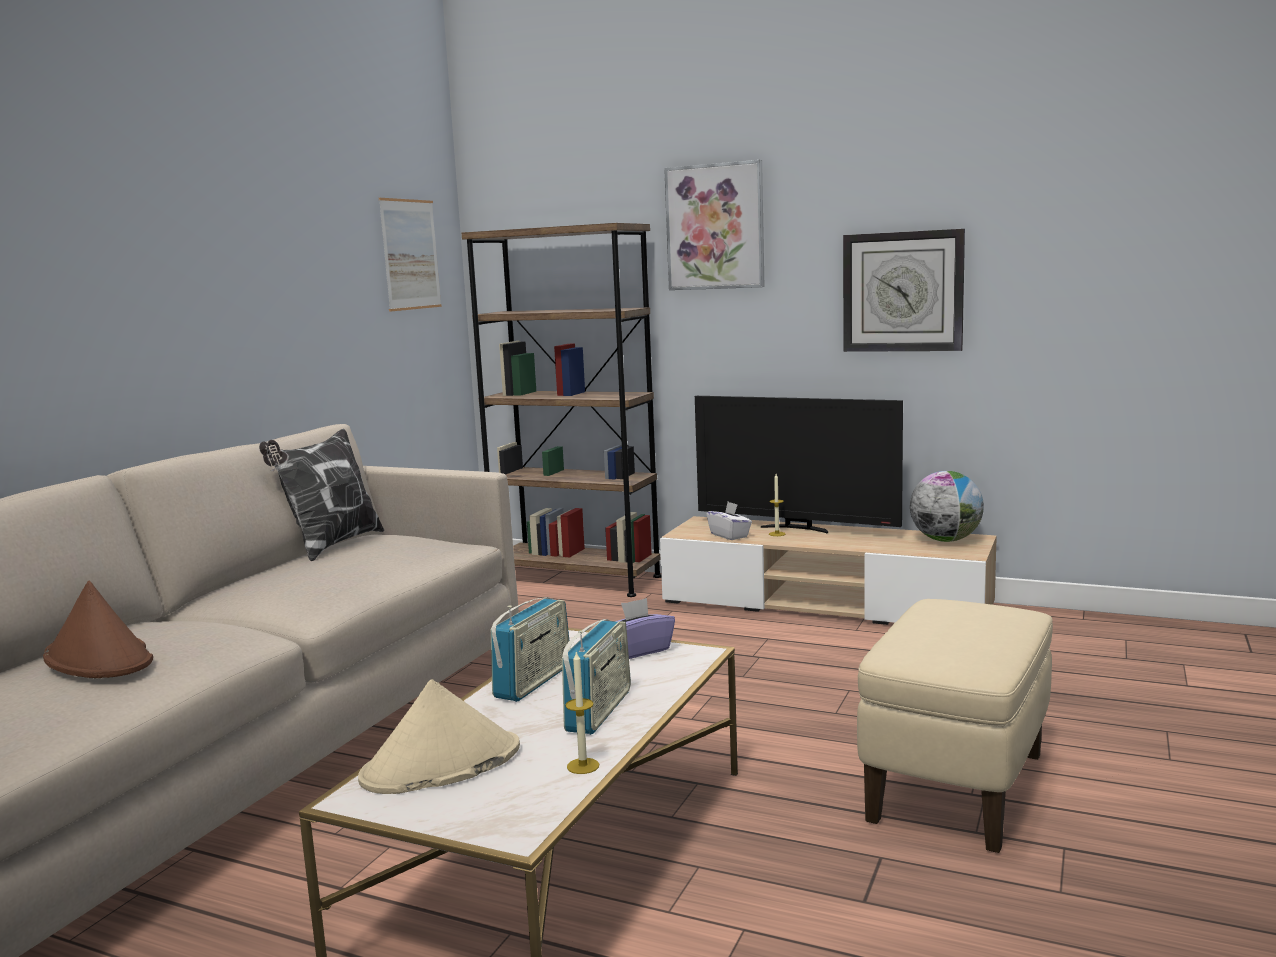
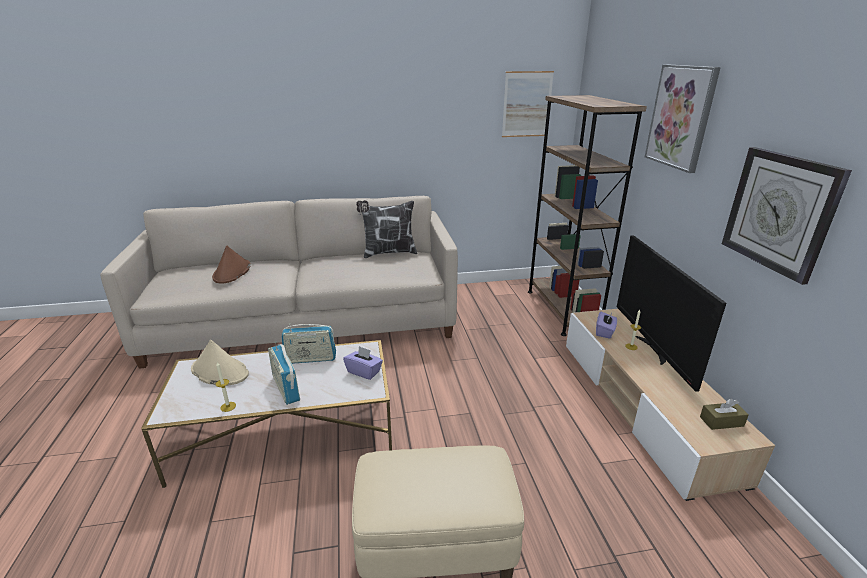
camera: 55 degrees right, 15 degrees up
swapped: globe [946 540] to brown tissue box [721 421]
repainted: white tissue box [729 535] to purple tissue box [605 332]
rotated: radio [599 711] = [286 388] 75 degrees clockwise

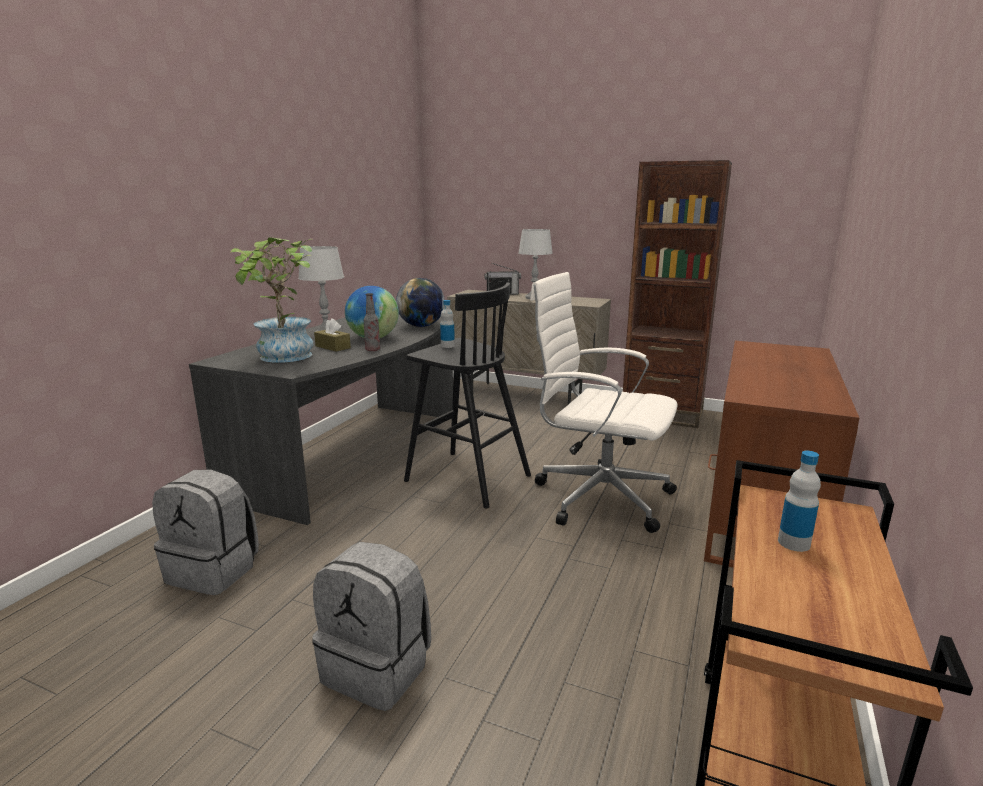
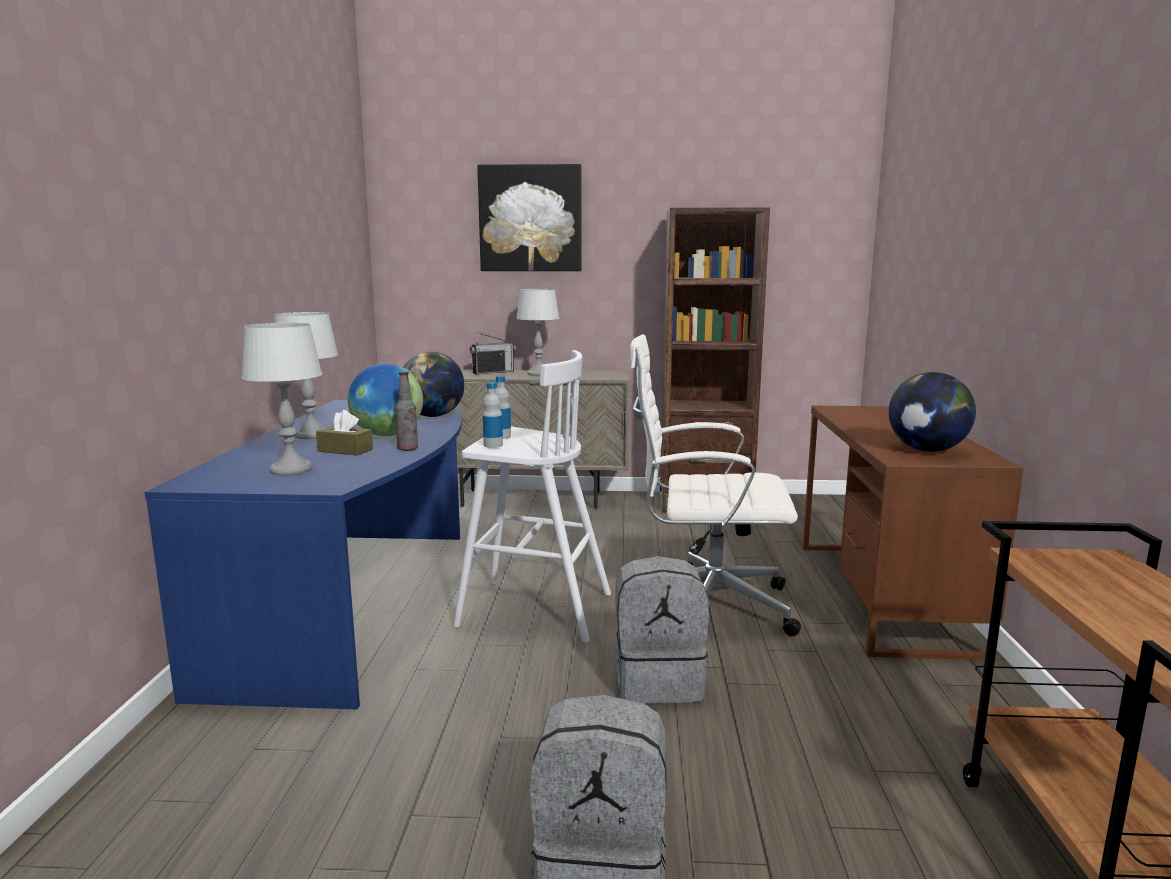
camera: 20 degrees left, 5 degrees down
new: picture [530 218]; globe [927 450]
shifted: grey backpack [215 570] to [658 681]; bottle [793 543] to [493 445]
swapped: potted plant [283 358] to grey table lamp [291 470]
repainted: grey desk [358 454] to blue desk [361 602]; black stool [465 478] to white stool [532 610]

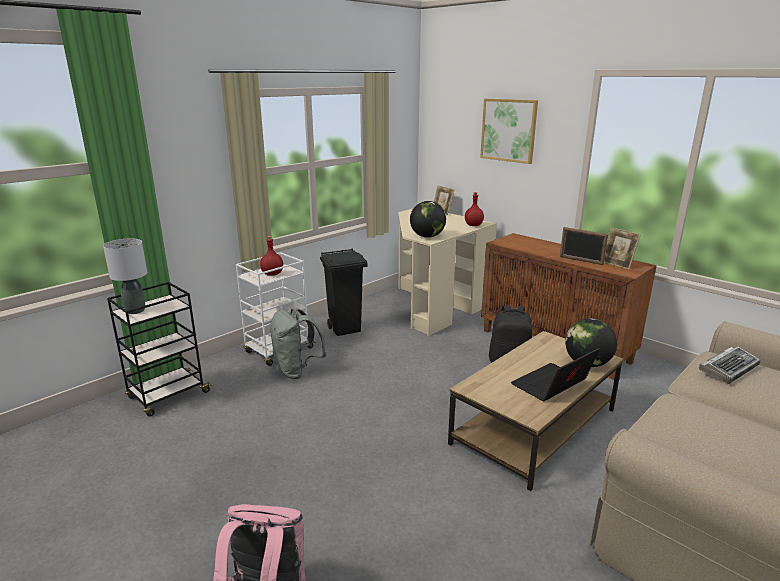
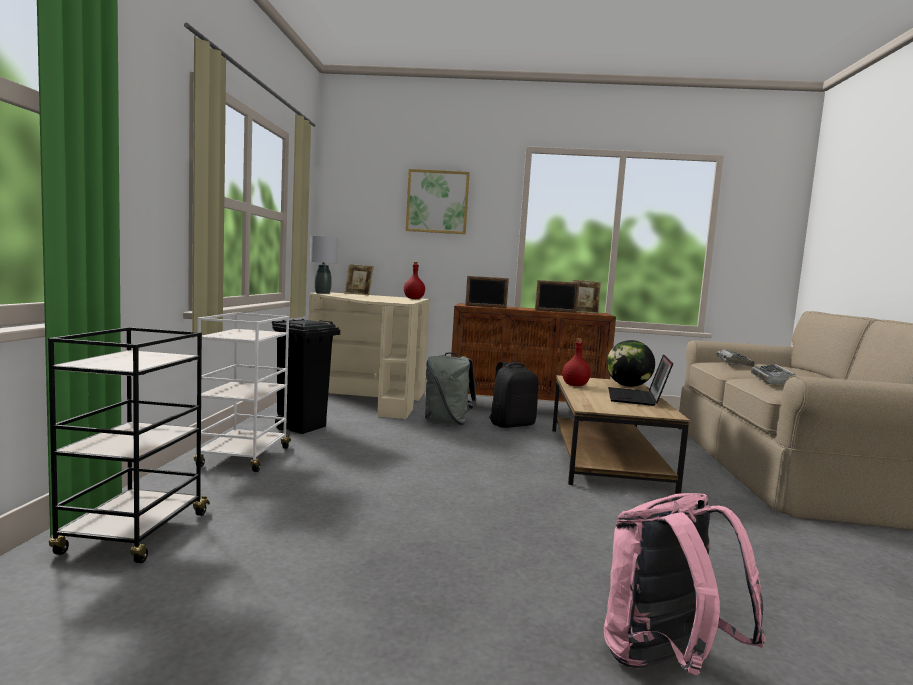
camera: 40 degrees left, 15 degrees down
gone: globe [427 236]
new: picture frame [486 306]; keyboard [775 380]
shifted: grey table lamp [136 310] to [322 293]; red bottle [273 274] to [574 385]; grey backpack [297 370] to [447 422]

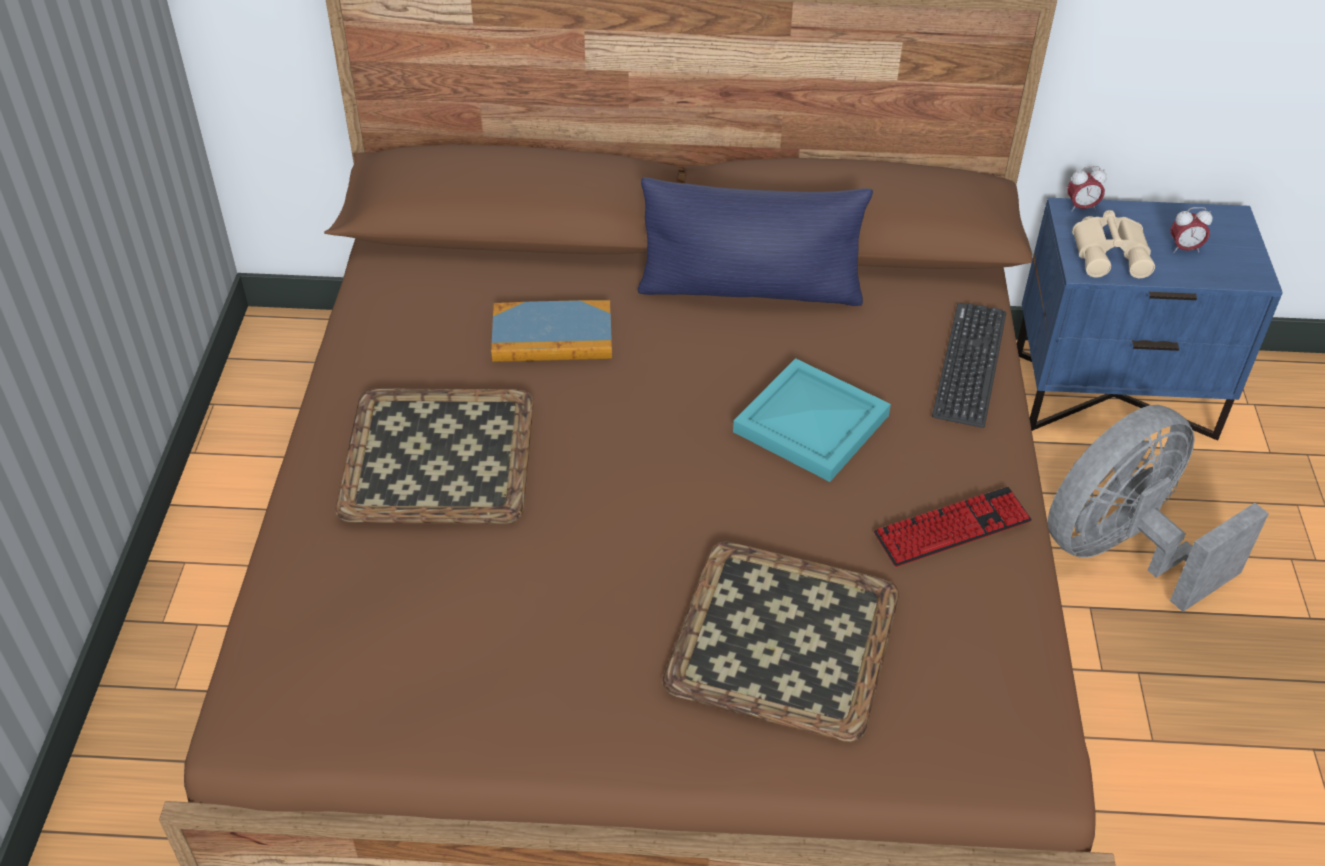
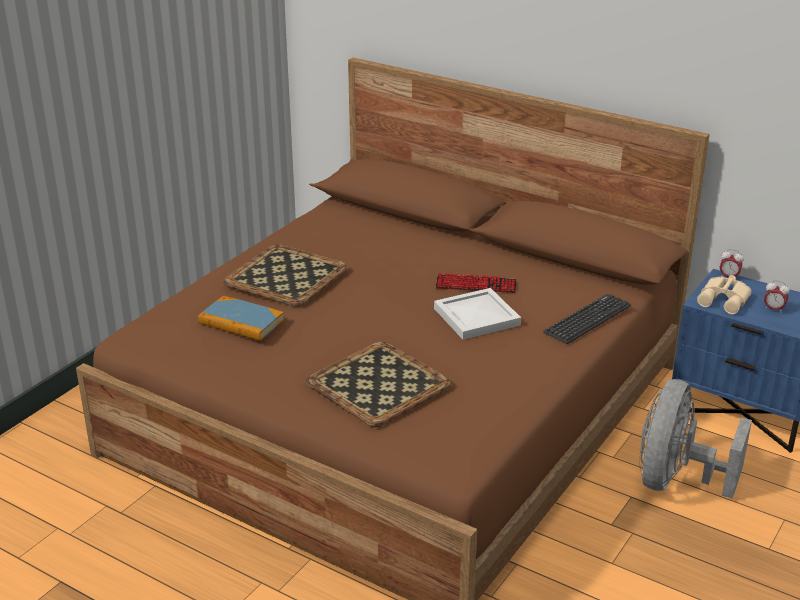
camera: 30 degrees right, 15 degrees down
gone: blue pillow [750 289]
shifted: book [552 337] to [241 322]; keyboard [952 528] to [476 285]
repainted: turquoise tray [810 421] to white tray [477 316]
rotated: grey fan [1122 551] = [676 480] 60 degrees counterclockwise

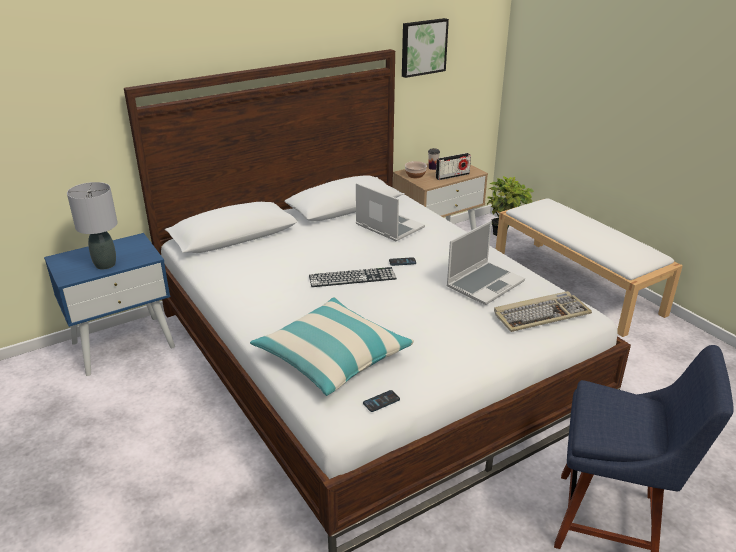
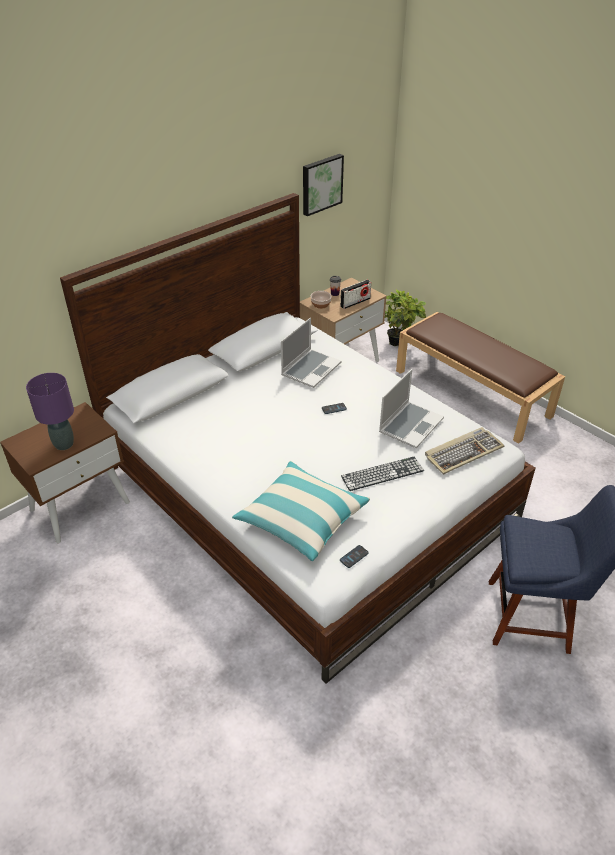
camera: 10 degrees left, 10 degrees up
shifted: keyboard [352 277] to [382 473]
repainted: blue nightstand [124 344] to brown nightstand [80 505]; grey table lamp [105 264] to purple table lamp [63 444]; white bench [577 285] to brown bench [472 393]
rotated: laptop [388 226] = [311 369] 90 degrees clockwise

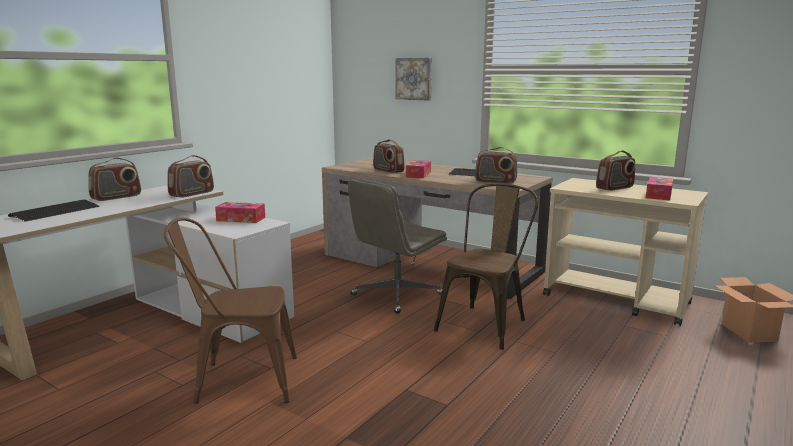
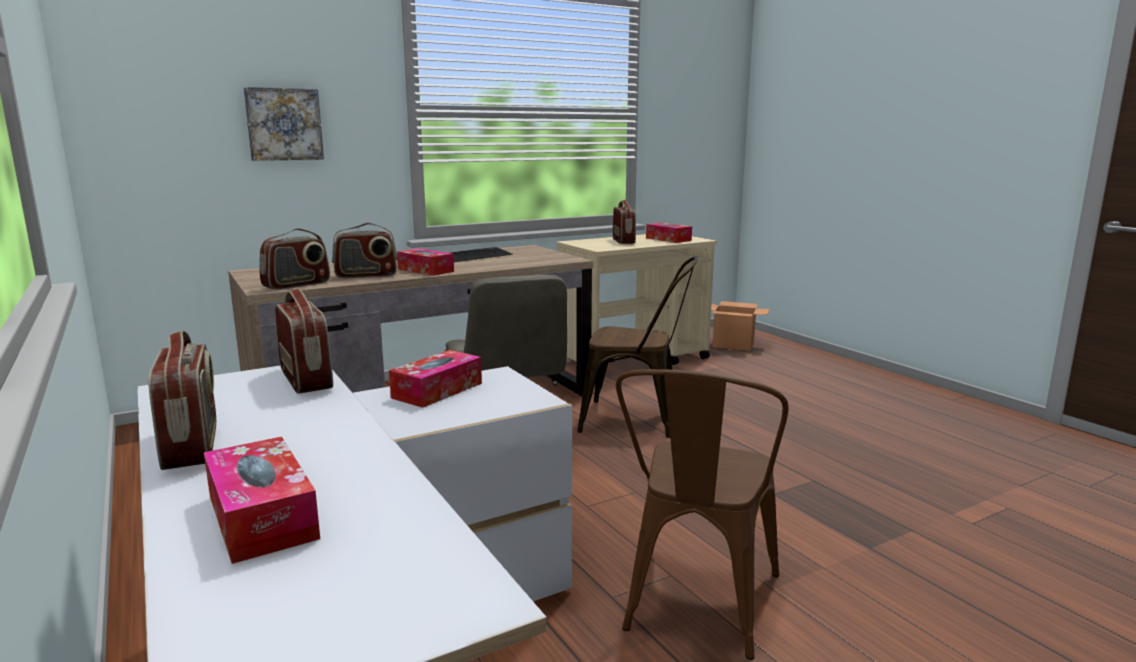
camera: 65 degrees left, 0 degrees up
shifted: radio [495 181] to [296 285]
swapped: keyboard [56 212] to tissue box [262 516]
rotated: brown chair [486 323] = [638 420] 135 degrees clockwise

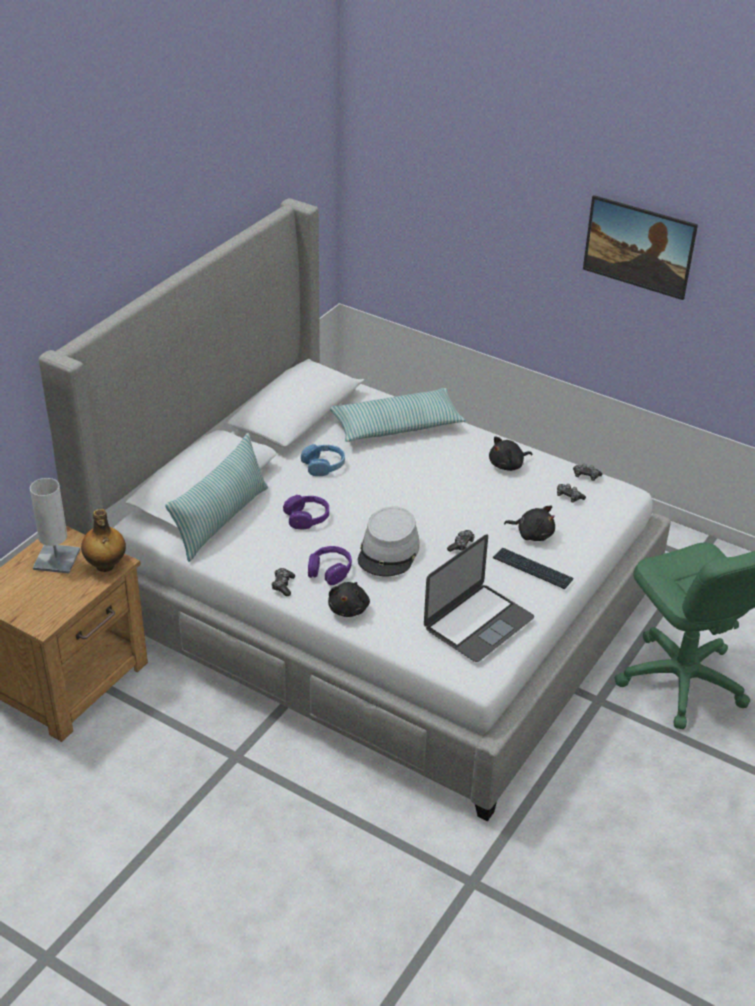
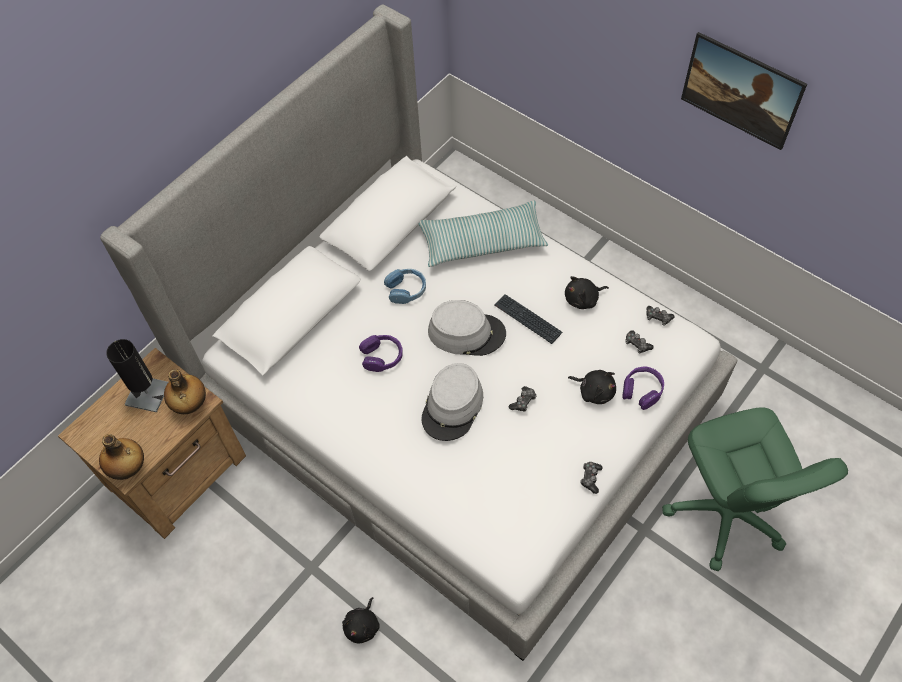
camera: 10 degrees right, 20 degrees up
gone: pillow [221 520]; laptop [478 622]
new: bottle [129 469]; grey hat [466 332]
shifted: game controller [283 585] to [590 478]; purple headphones [330 570] to [642 390]; black plush toy [349 608] to [363 625]; keyboard [532 569] to [527 319]
repainted: white table lamp [56 559] to black table lamp [147 394]

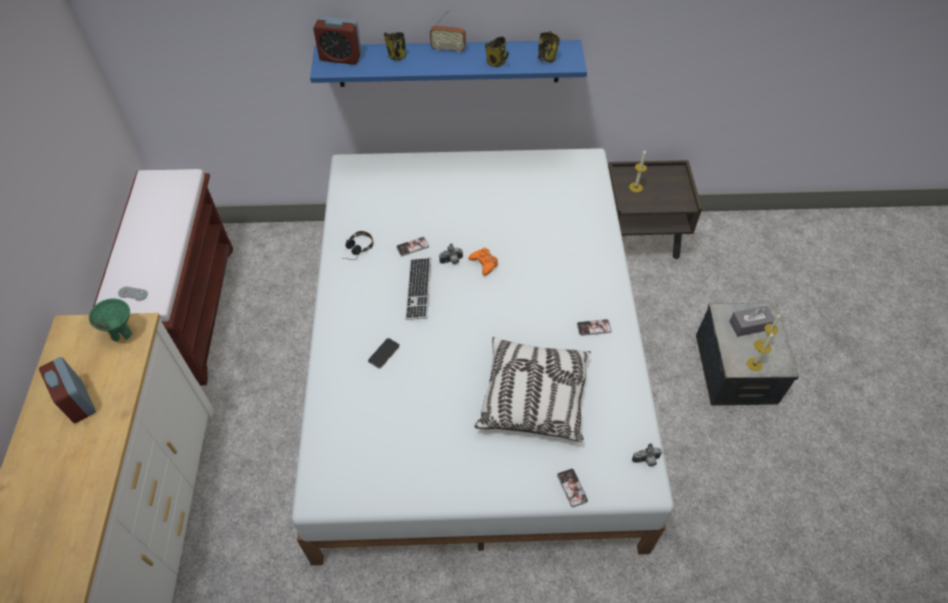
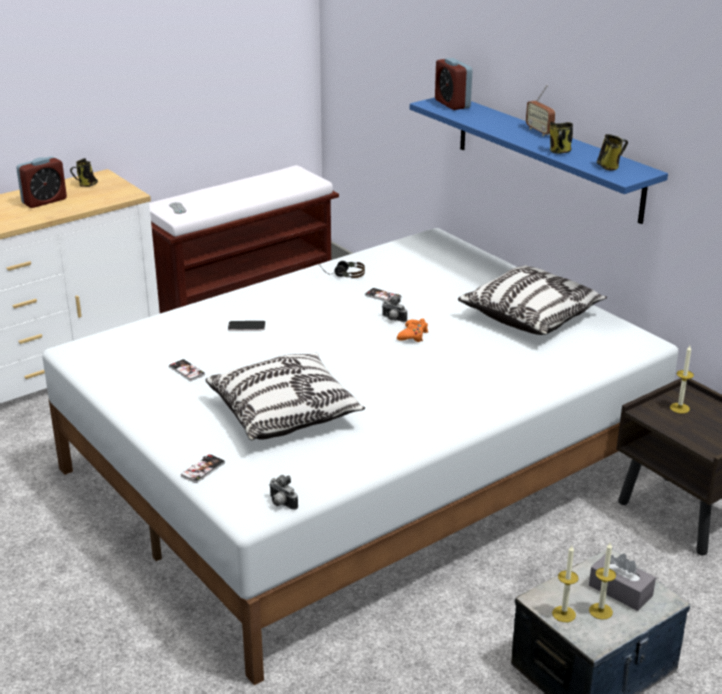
camera: 55 degrees right, 25 degrees down
gone: green bowl [122 334]; keyboard [418 289]
new: pillow [531 316]
shifted: mug [397 56] to [86 185]; phone [594 328] to [187 371]
rotated: alarm clock [78 402] = [44 201] 150 degrees counterclockwise

